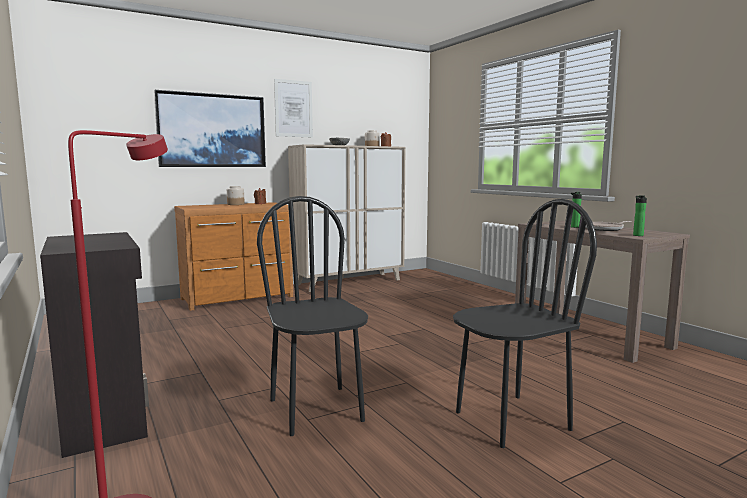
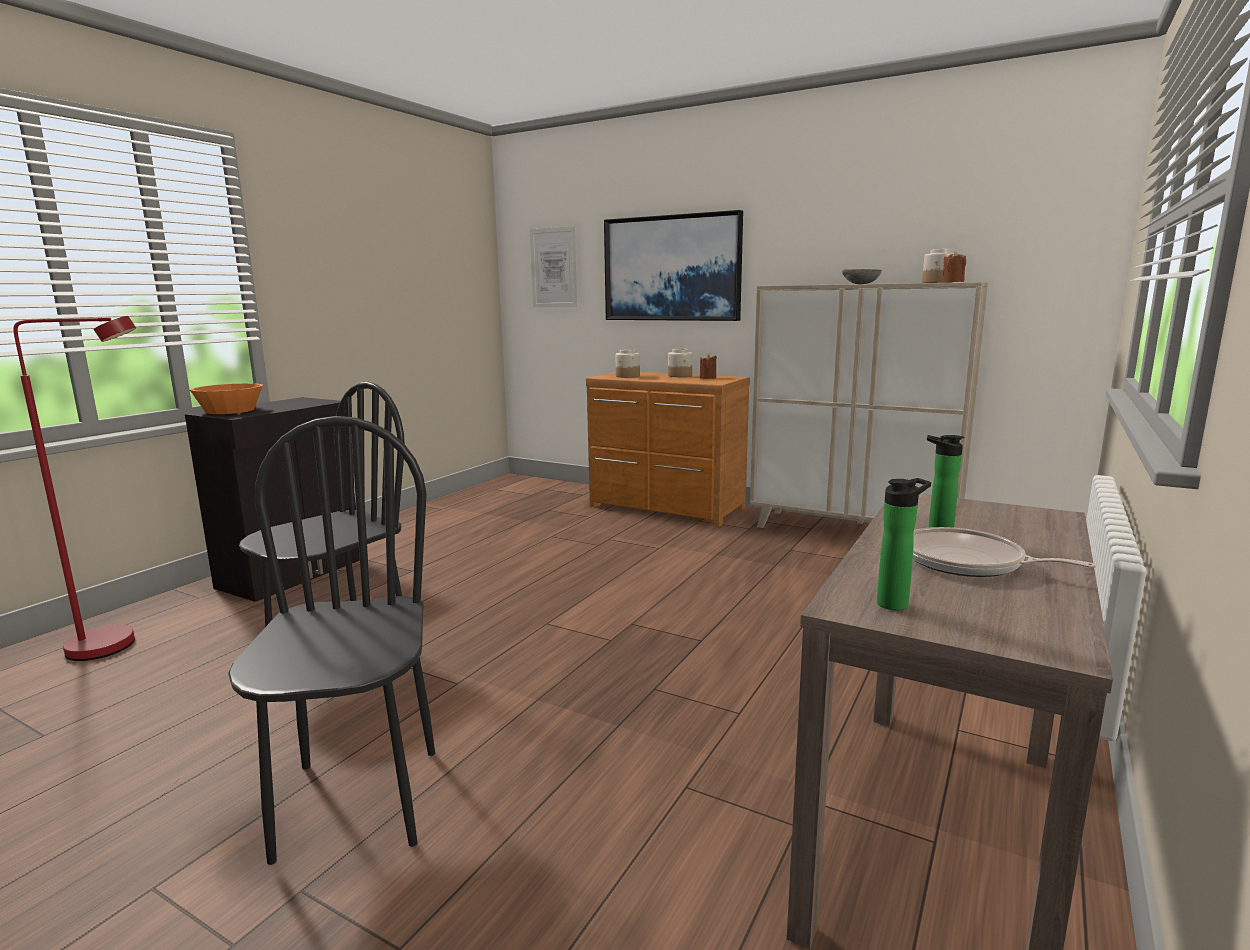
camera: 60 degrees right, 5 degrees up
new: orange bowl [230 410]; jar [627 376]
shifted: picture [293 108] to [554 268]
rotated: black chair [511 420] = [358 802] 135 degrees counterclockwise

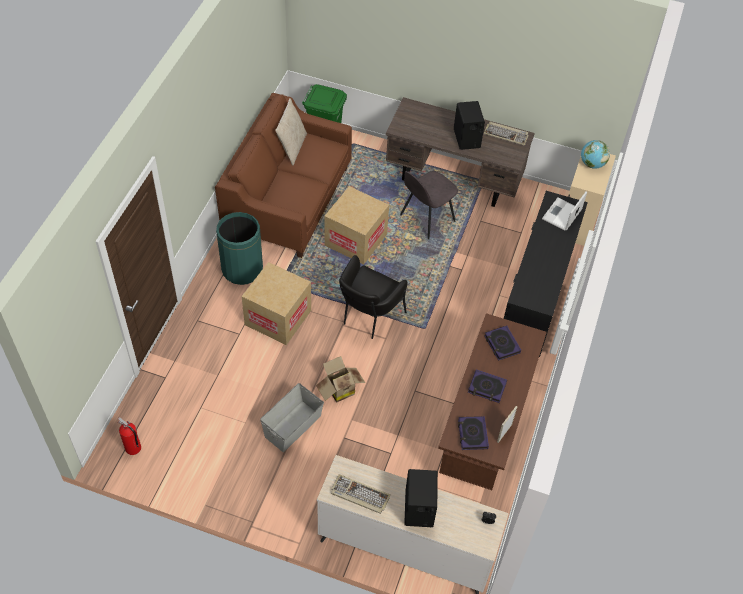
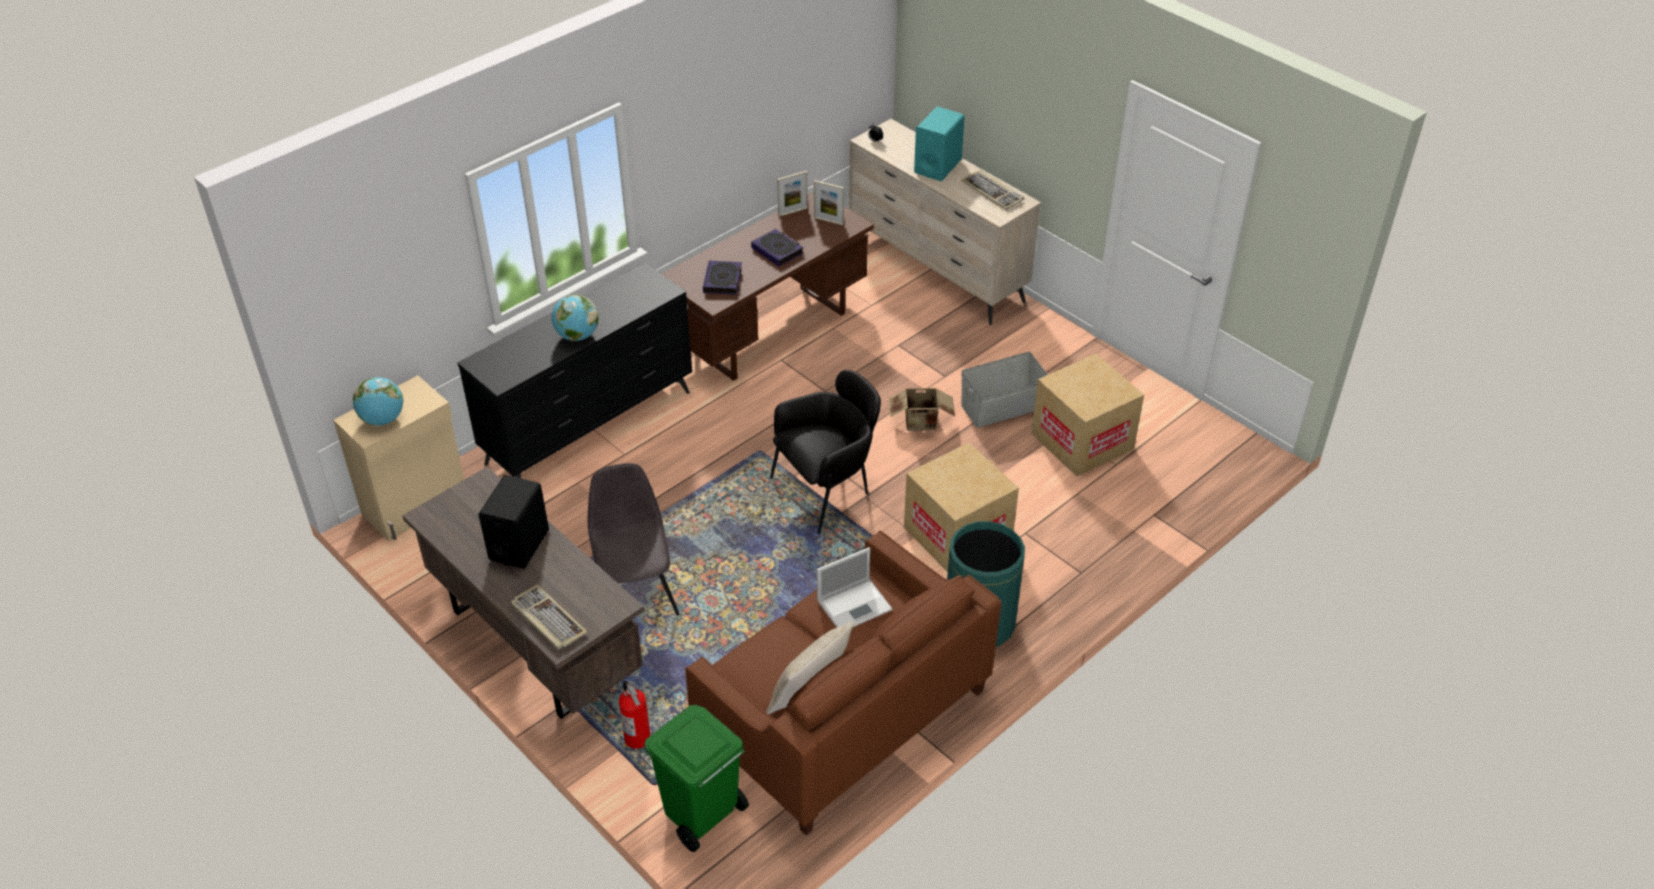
camera: 150 degrees left, 10 degrees down
new: globe [577 336]
shifted: fire extinguisher [133 448] to [637 737]; cardboard box [355 240] to [1082 441]; keyboard [506 134] to [547 619]; laptop [561 215] to [855 604]
swapped: book [472 434] to picture frame [828 221]
repainted: black speaker [419 509] to turquoise speaker [937 166]
rotated: grey chair [426 219] = [636 595] 90 degrees counterclockwise

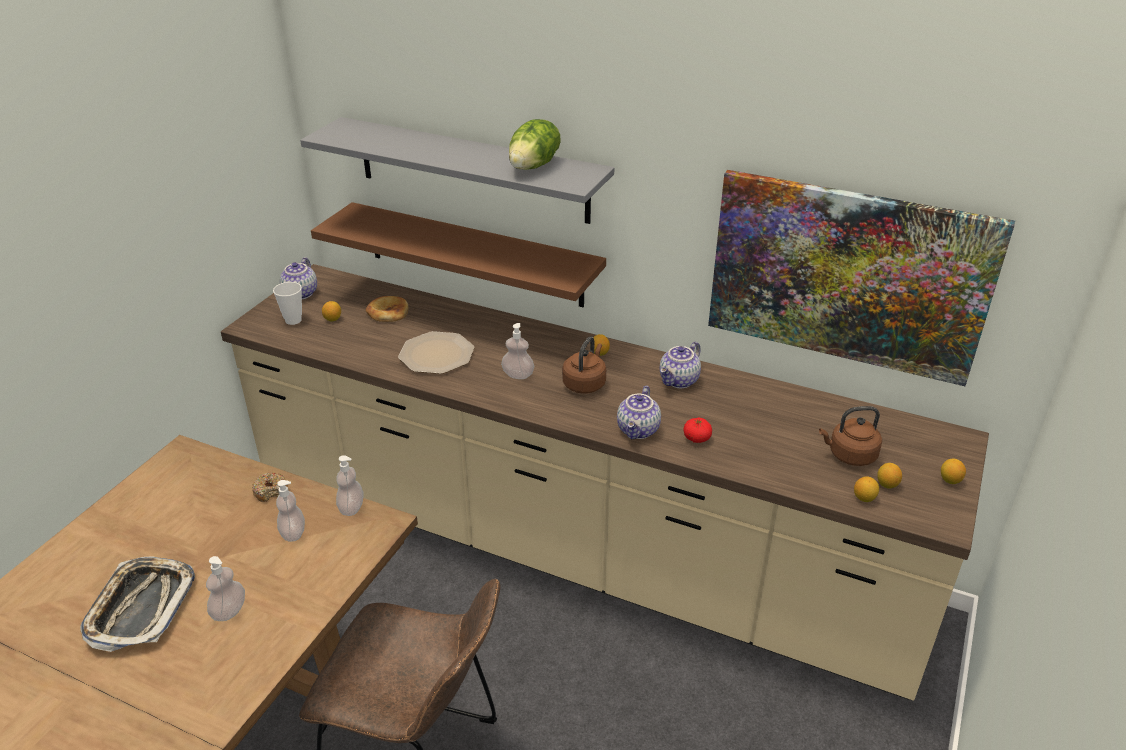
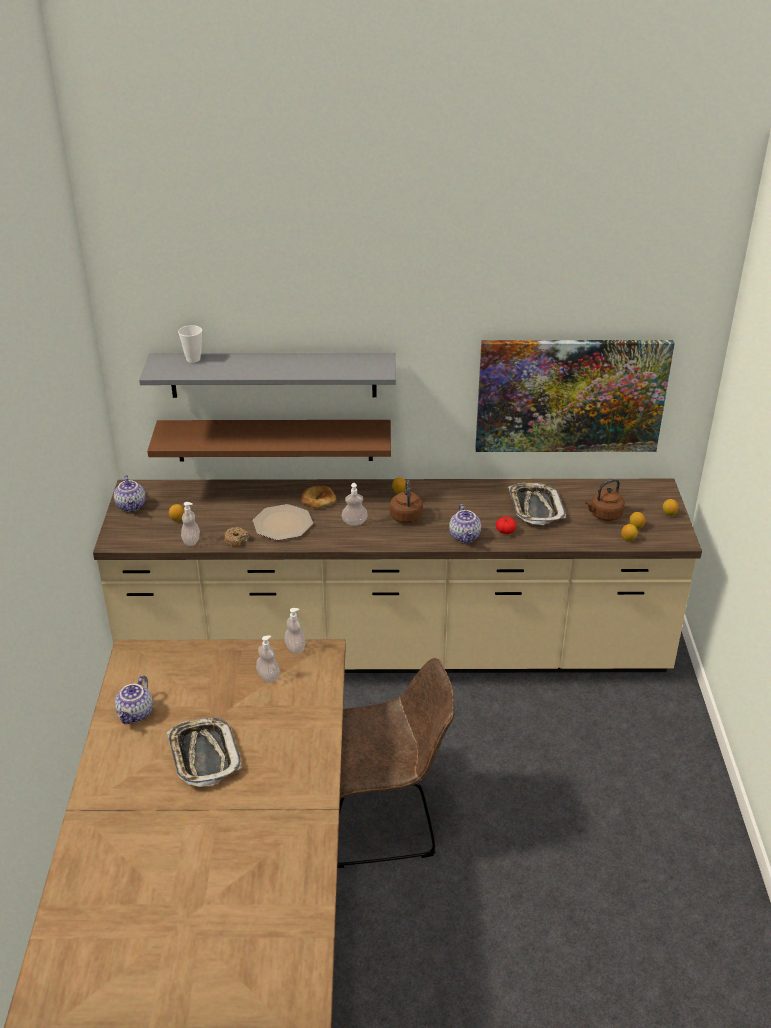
camera: 25 degrees left, 0 degrees up
gone: lettuce [534 166]
new: tray [535 507]
shifted: soap dispenser [229 611] to [191 541]; donut [271 491] to [236 540]; cup [293 320] to [193 359]; bread [388 312] to [318 499]; teapot [679 381] to [136 714]

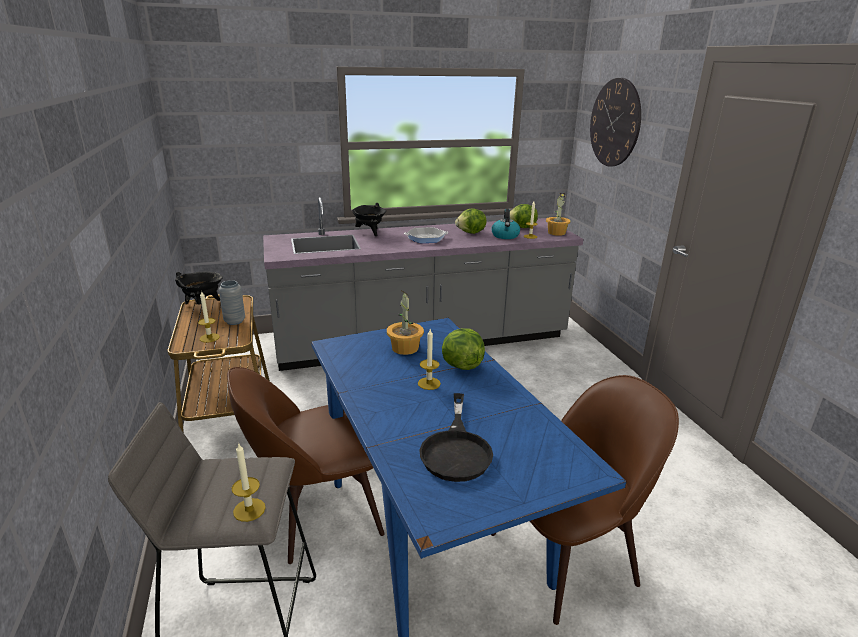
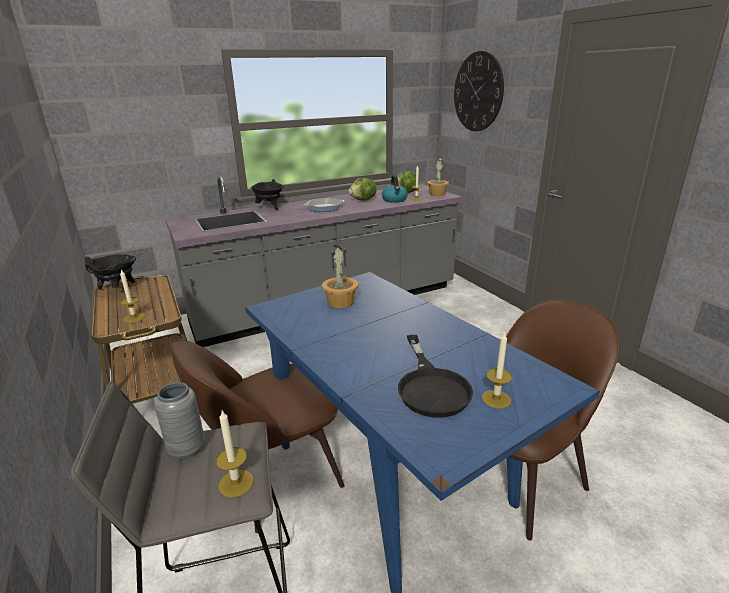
camera: 10 degrees left, 0 degrees up
gone: lettuce [461 365]
shifted: grey vase [234 321] to [187 449]; candle [429 383] to [496 399]

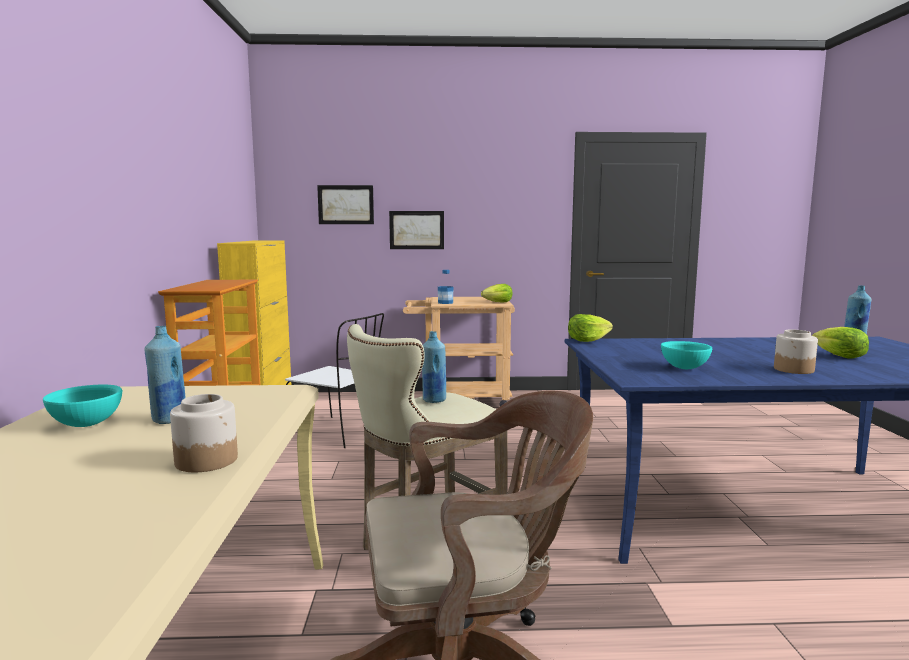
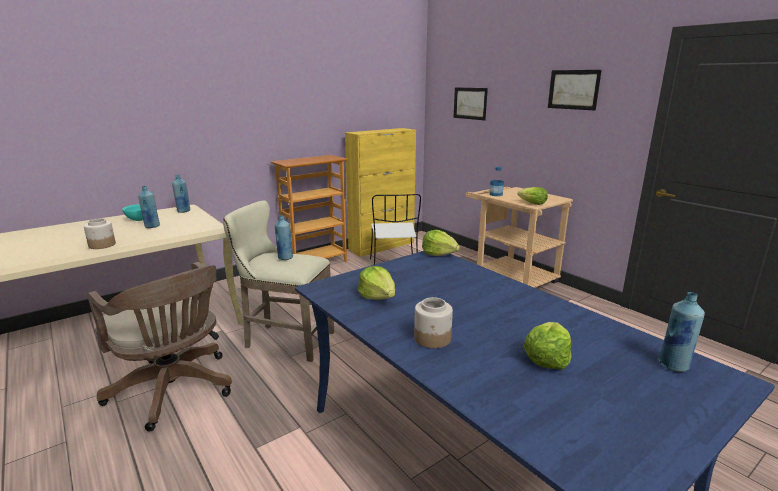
camera: 55 degrees right, 10 degrees up
new: blue bottle [183 211]
shifted: picture [416 230] to [573 89]
swapped: turquoise bowl [684 368] to lettuce [377 296]

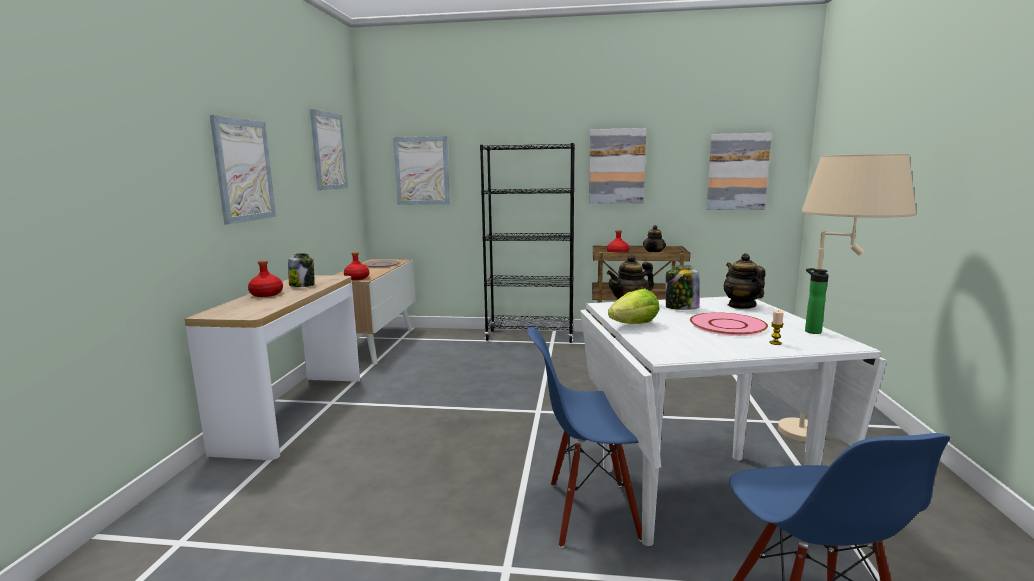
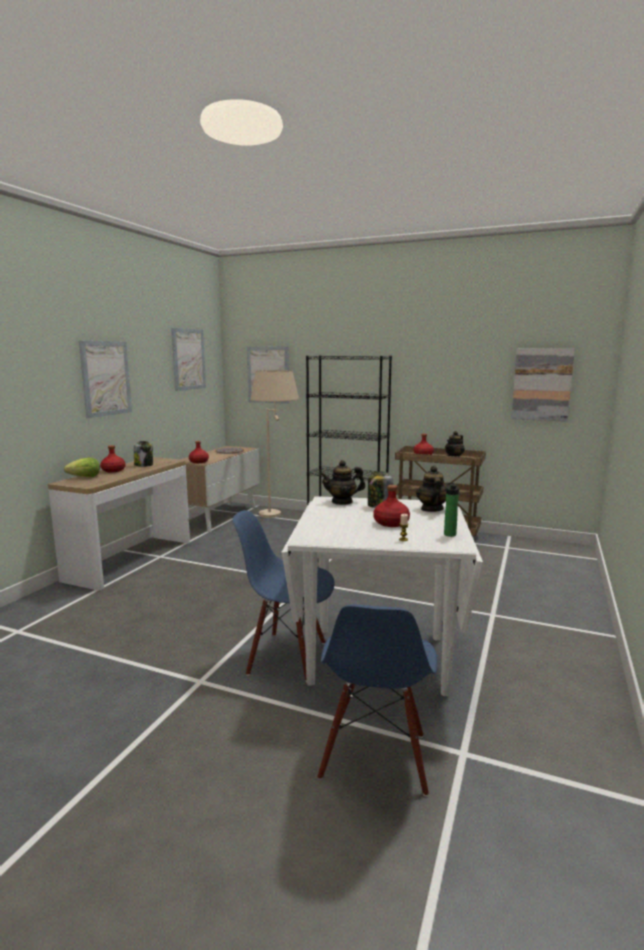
camera: 15 degrees right, 0 degrees up
gone: picture [616 166]
shifted: lettuce [634 325] to [85 477]; beige floor lamp [827 438] to [277 517]
swapped: pink plate [727 325] to red bottle [391 523]

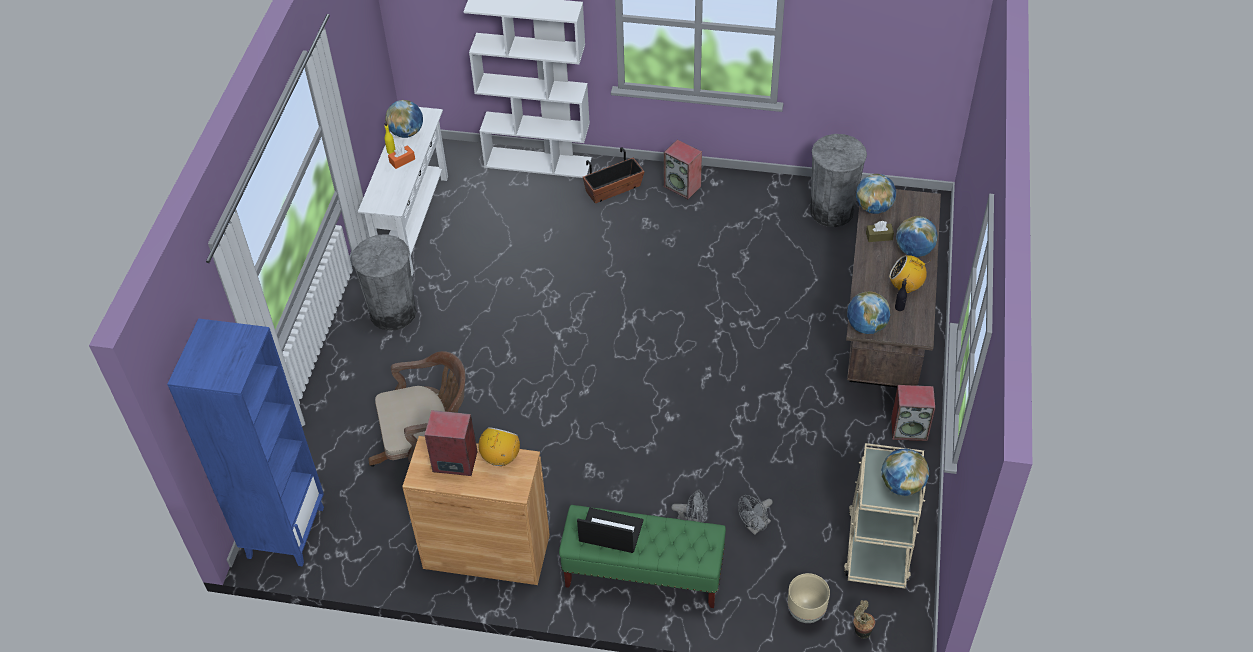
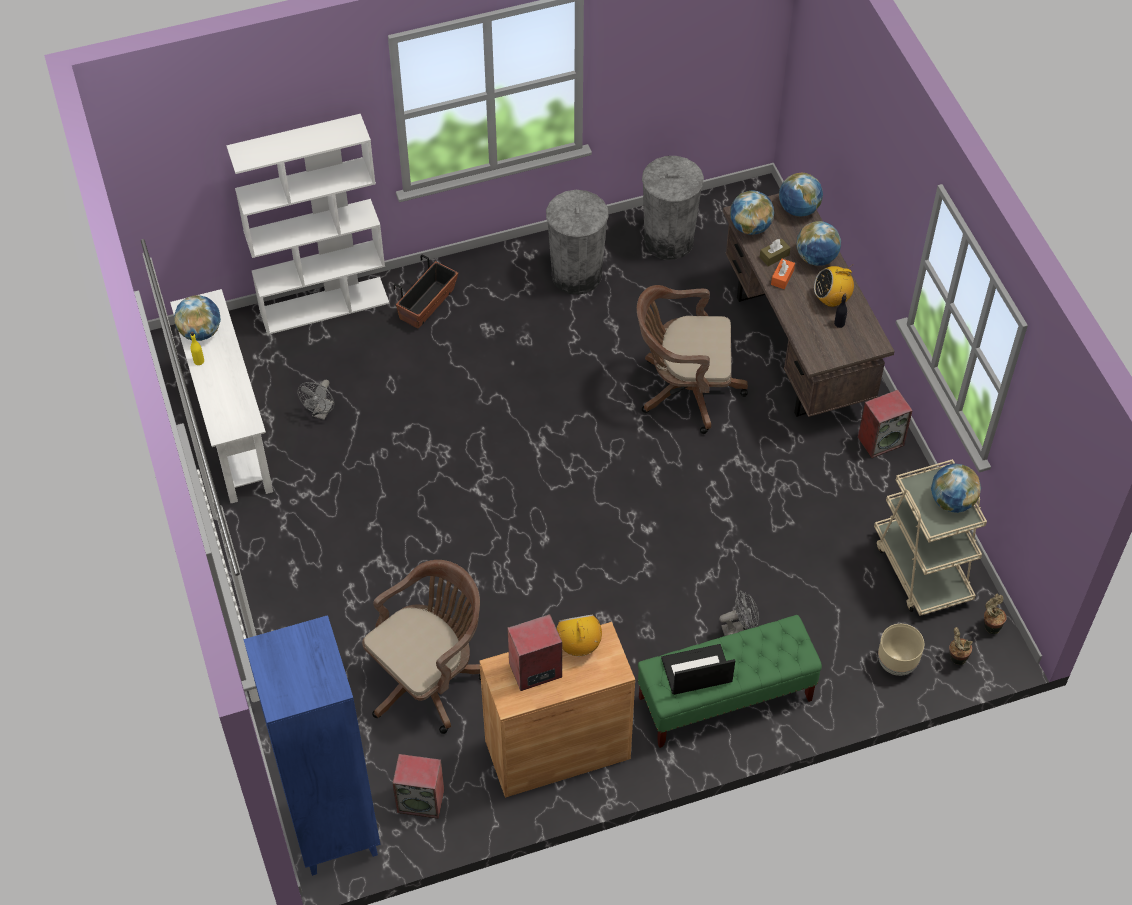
camera: 30 degrees left, 5 degrees up
new: brown office chair [684 390]; potted plant [990 626]
shifted: grey trash can [393 312] to [576 275]; orange tissue box [402 160] to [782 277]; speaker [683 186] to [421 800]; grey fan [755 527] to [321 413]; globe [866 326] to [798 209]

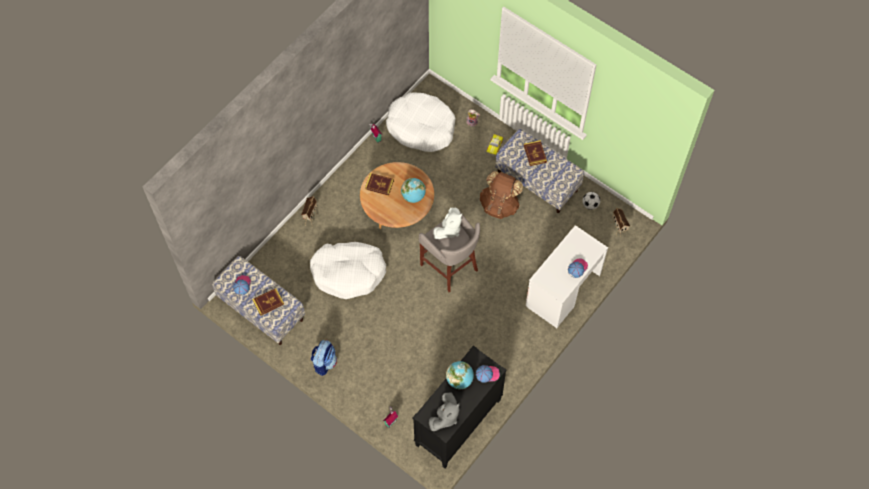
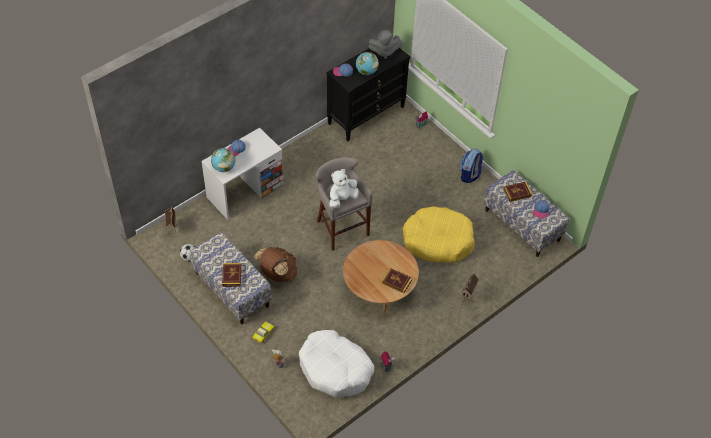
camera: 170 degrees left, 10 degrees down
shifted: globe [413 196] to [224 167]
repainted: white dog bed [348 273] to yellow dog bed [437 241]
rotated: grey plush toy [445 417] = [384 51] 135 degrees counterclockwise

